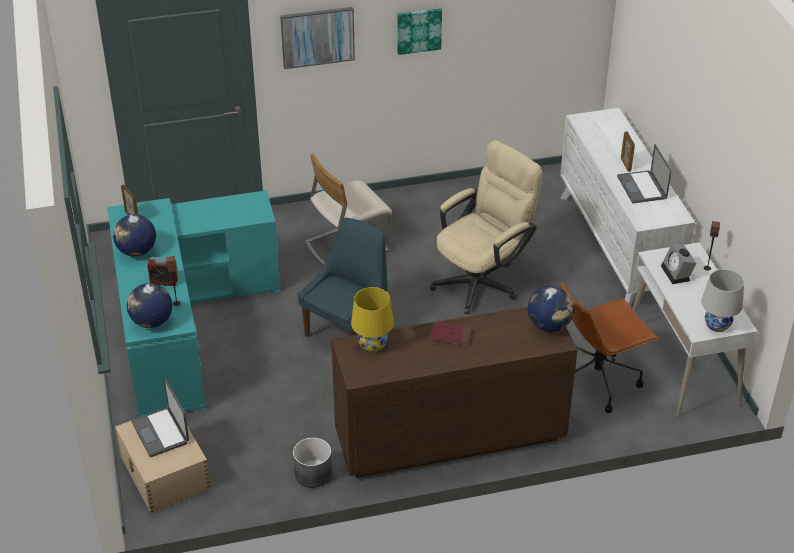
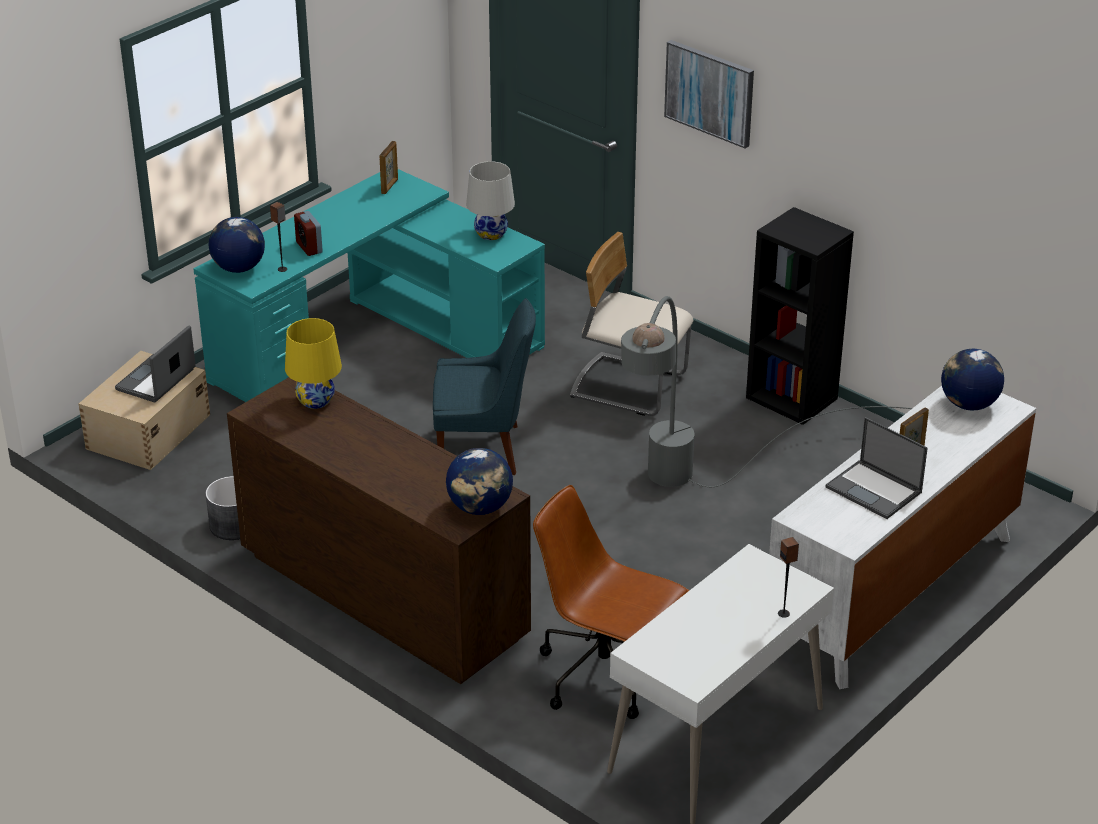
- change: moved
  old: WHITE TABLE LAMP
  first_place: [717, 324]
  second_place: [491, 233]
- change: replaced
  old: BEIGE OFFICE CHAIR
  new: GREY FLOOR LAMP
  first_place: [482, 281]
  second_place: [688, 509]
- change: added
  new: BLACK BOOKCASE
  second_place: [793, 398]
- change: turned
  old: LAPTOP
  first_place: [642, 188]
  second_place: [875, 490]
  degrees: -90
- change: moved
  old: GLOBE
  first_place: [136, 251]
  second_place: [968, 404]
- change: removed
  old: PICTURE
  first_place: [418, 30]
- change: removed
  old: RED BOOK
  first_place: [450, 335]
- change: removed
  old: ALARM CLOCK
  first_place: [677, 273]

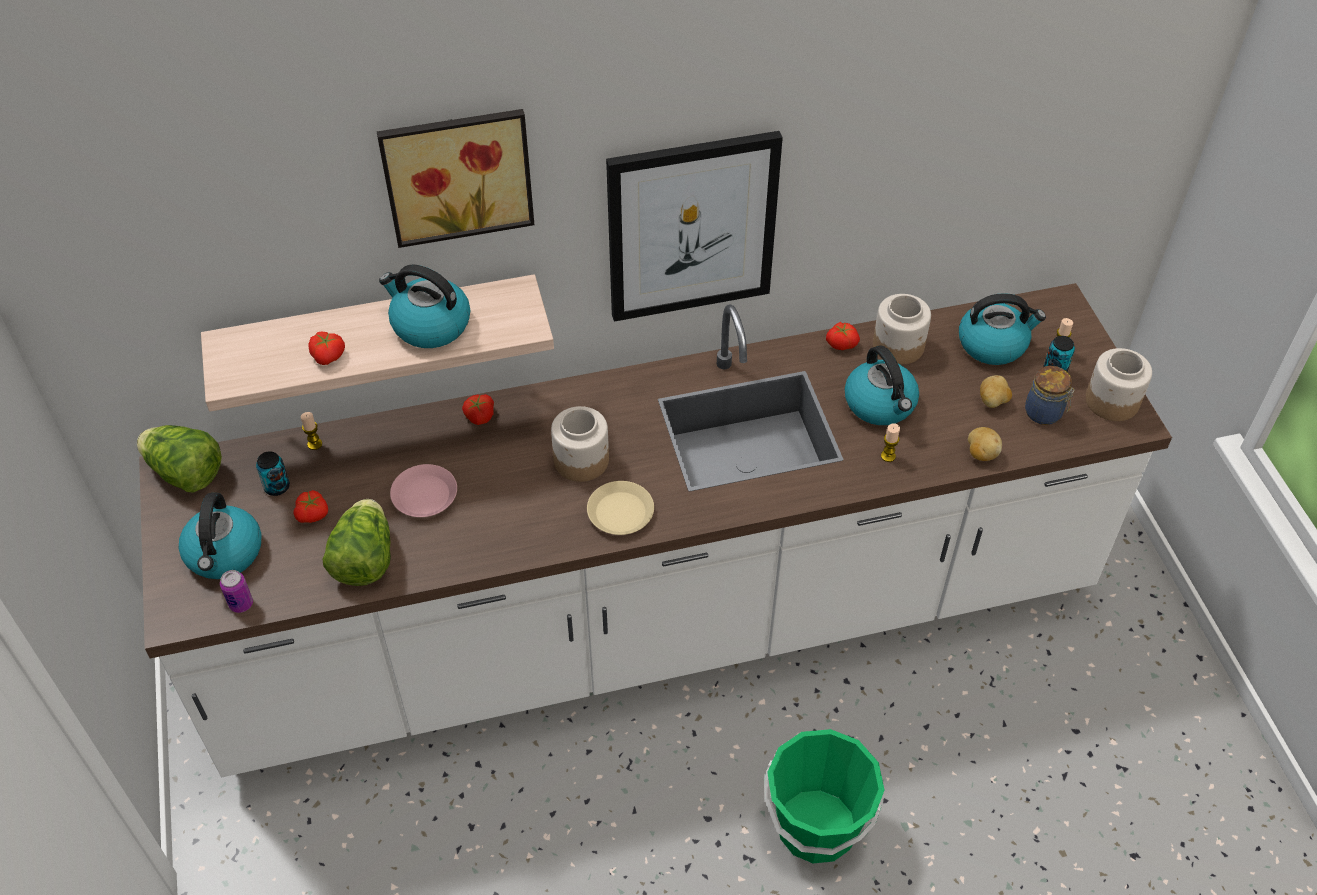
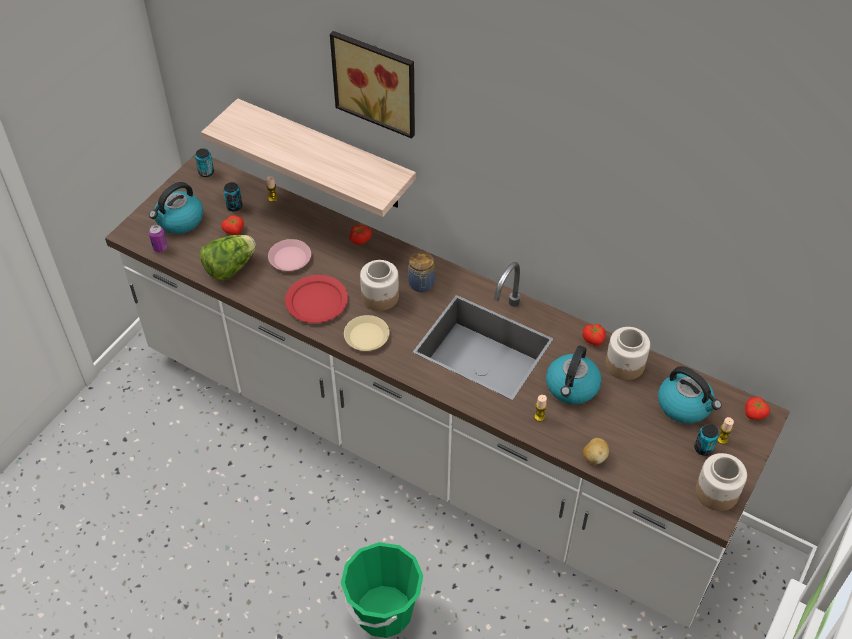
- change: replaced
  old: LETTUCE
  new: CAN
  first_place: [185, 473]
  second_place: [206, 172]
- change: added
  new: RED PLATE
  second_place: [317, 301]
- change: moved
  old: JAR
  first_place: [1044, 413]
  second_place: [421, 285]
- change: moved
  old: TOMATO
  first_place: [329, 355]
  second_place: [755, 413]
- change: removed
  old: KETTLE
  first_place: [429, 325]
- change: removed
  old: PICTURE
  first_place: [691, 226]
- change: removed
  old: POTATO
  first_place: [993, 401]

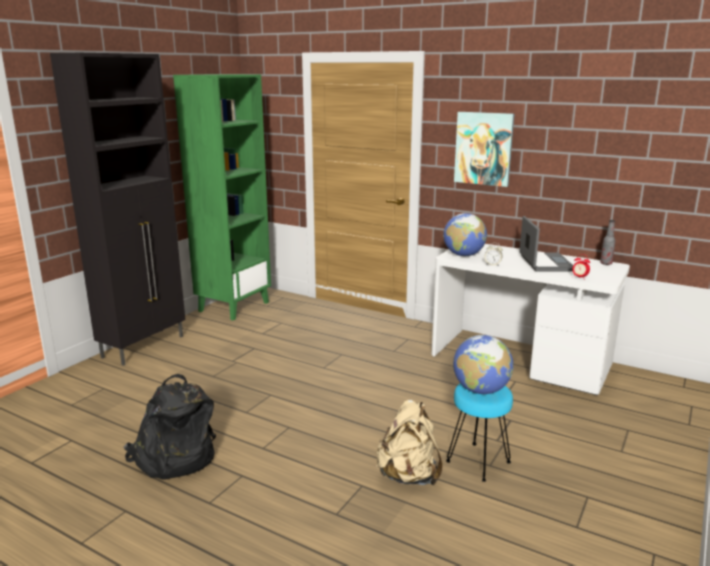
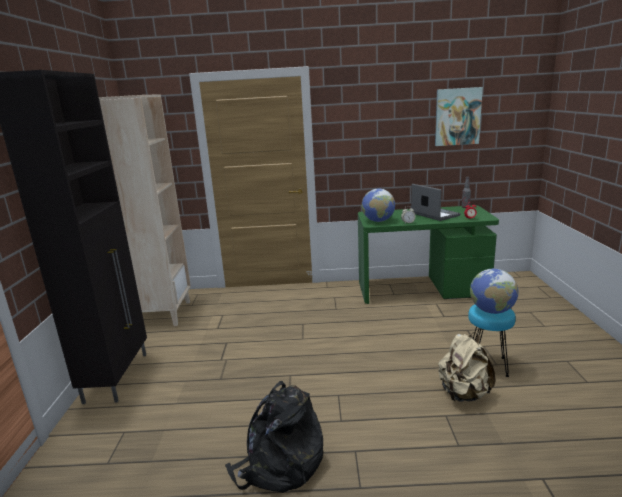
- change: recoloured
  old: GREEN BOOKCASE
  new: BEIGE BOOKCASE
  first_place: [234, 306]
  second_place: [162, 314]
- change: recoloured
  old: WHITE DESK
  new: GREEN DESK
  first_place: [521, 361]
  second_place: [422, 289]
- change: moved
  old: PICTURE
  first_place: [483, 148]
  second_place: [457, 116]

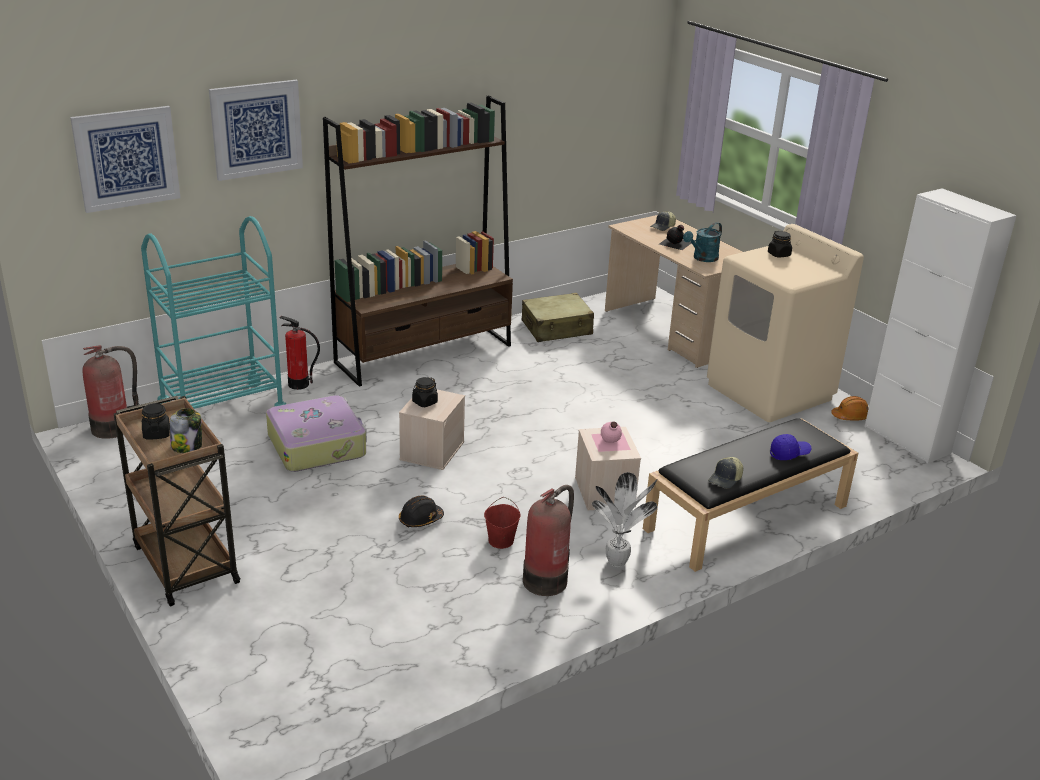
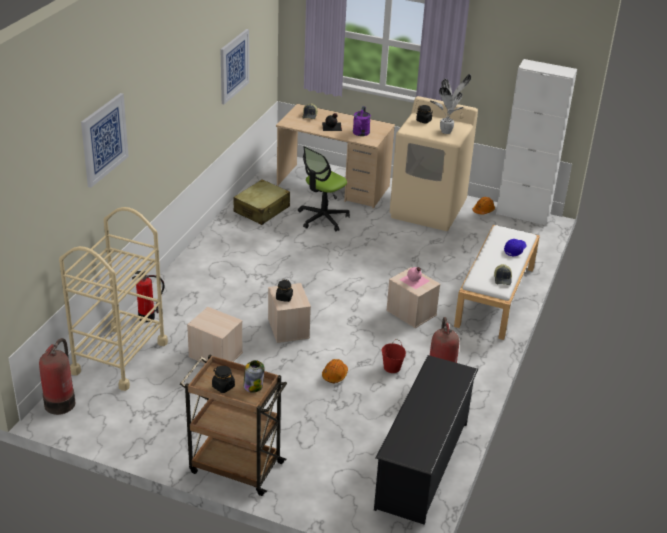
- change: recoloured
  old: TURQUOISE CART
  new: BEIGE CART
  first_place: [222, 410]
  second_place: [119, 357]
- change: replaced
  old: SUITCASE
  new: BEIGE STORAGE BOX
  first_place: [317, 445]
  second_place: [215, 355]
- change: moved
  old: PICTURE
  first_place: [126, 158]
  second_place: [234, 66]
- change: added
  new: OFFICE CHAIR
  second_place: [322, 218]
- change: recoloured
  old: BLACK HARD HAT
  new: ORANGE HARD HAT
  first_place: [420, 519]
  second_place: [335, 375]
- change: recoloured
  old: TURQUOISE WATERING CAN
  new: PURPLE WATERING CAN
  first_place: [702, 258]
  second_place: [360, 133]
- change: added
  new: BLACK SHOE RACK
  second_place: [422, 464]
- change: moved
  old: POTTED PLANT
  first_place: [618, 562]
  second_place: [447, 132]
- change: recoloured
  old: BLACK BENCH
  new: WHITE BENCH
  first_place: [746, 518]
  second_place: [495, 297]
- change: removed
  old: BROWN BOOKCASE
  first_place: [424, 354]

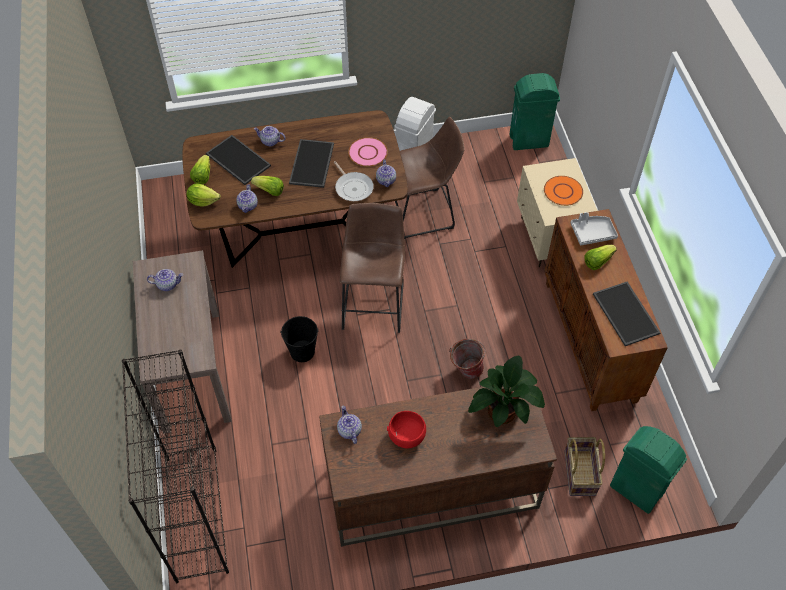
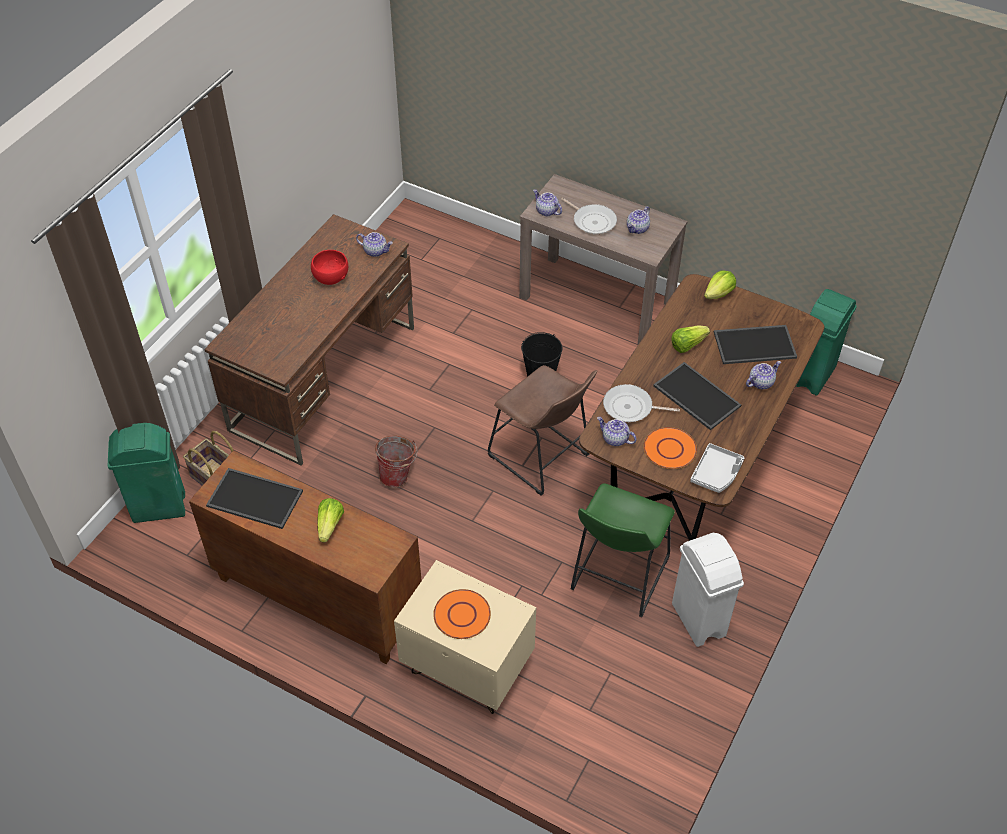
- change: moved
  old: TEAPOT
  first_place: [248, 206]
  second_place: [546, 211]
- change: added
  new: FRYING PAN
  second_place: [592, 221]
- change: recoloured
  old: BROWN STOOL
  new: GREEN STOOL
  first_place: [423, 213]
  second_place: [617, 578]
- change: recoloured
  old: PINK PLATE
  new: ORANGE PLATE
  first_place: [368, 153]
  second_place: [669, 449]
- change: moved
  old: GREY TRAY
  first_place: [592, 233]
  second_place: [716, 473]
- change: moved
  old: GREEN TRASH CAN
  first_place: [529, 141]
  second_place: [812, 376]
- change: removed
  old: BLACK BOOKCASE
  first_place: [196, 513]
- change: removed
  old: LETTUCE
  first_place: [202, 175]
- change: removed
  old: POTTED PLANT
  first_place: [504, 410]

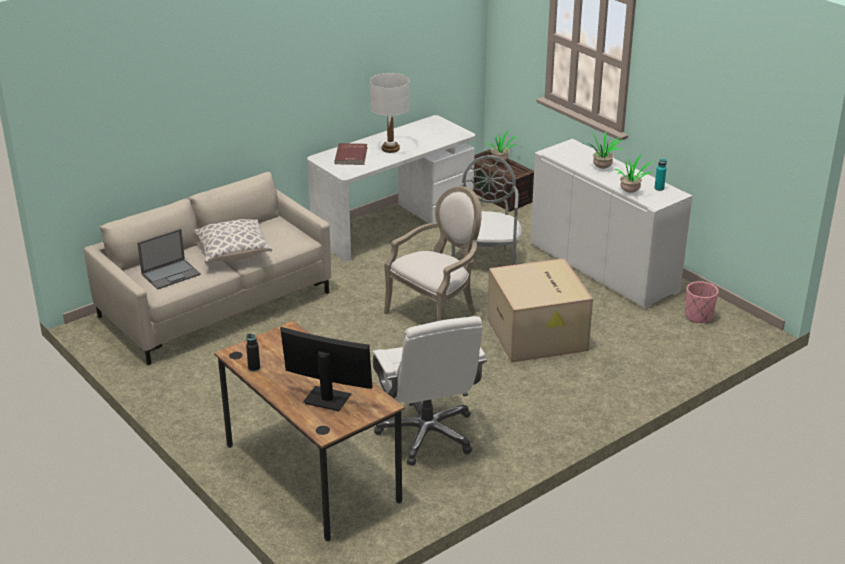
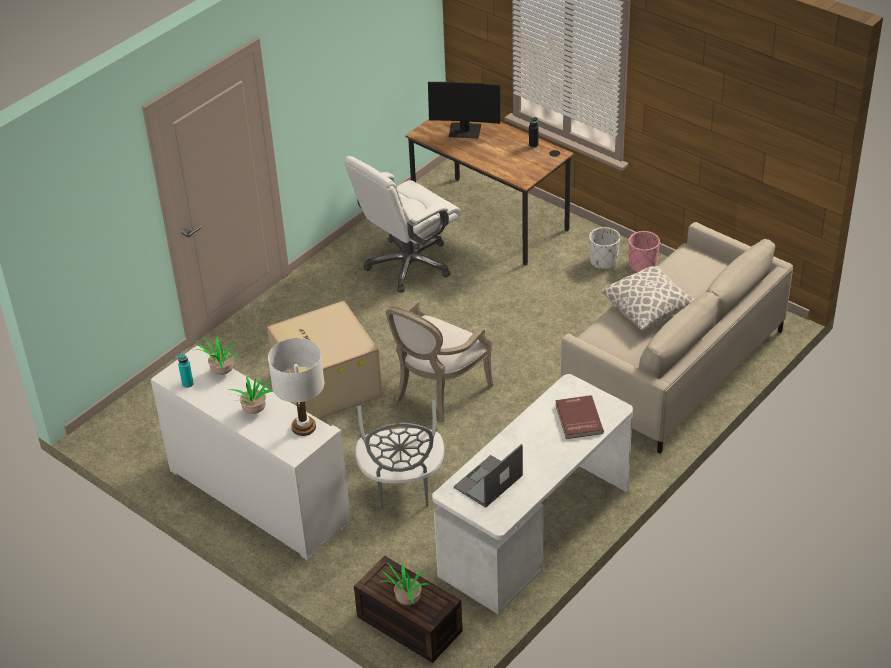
- change: moved
  old: WHITE TABLE LAMP
  first_place: [390, 148]
  second_place: [304, 427]
- change: turned
  old: WHITE OFFICE CHAIR
  first_place: [427, 434]
  second_place: [408, 265]
  degrees: -105
- change: moved
  old: LAPTOP
  first_place: [171, 274]
  second_place: [488, 482]
- change: added
  new: WHITE PLANTER
  second_place: [603, 261]
- change: moved
  old: PINK PLANTER
  first_place: [698, 316]
  second_place: [642, 265]

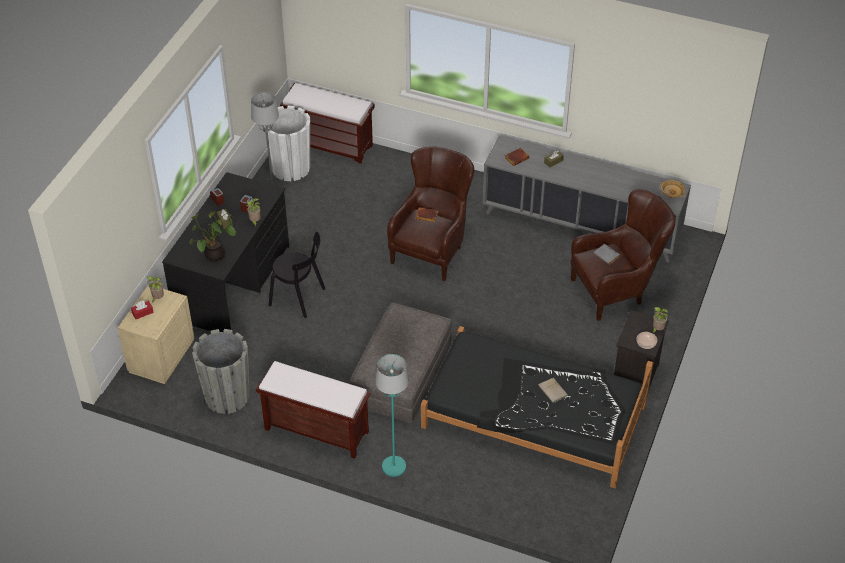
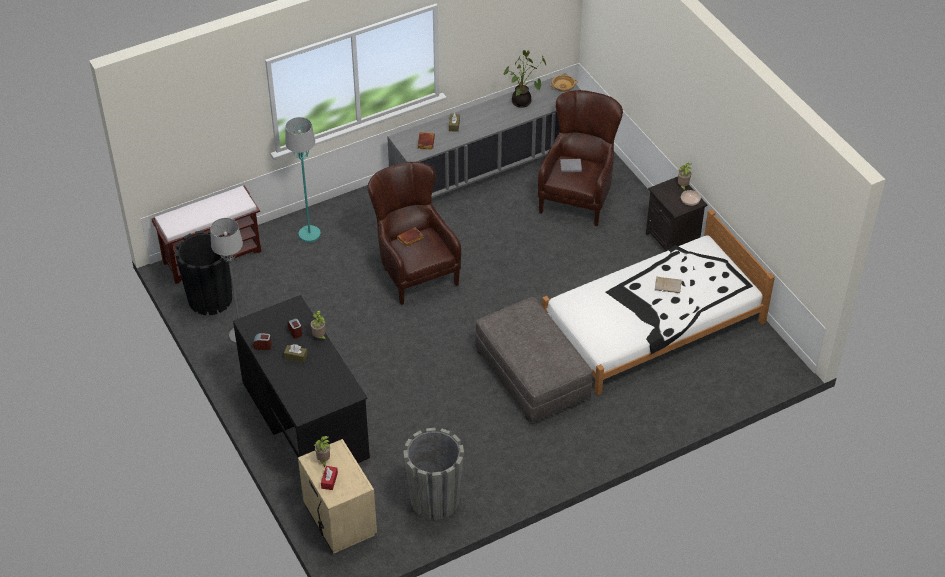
- change: recoloured
  old: WHITE PLANTER
  new: BLACK PLANTER
  first_place: [290, 168]
  second_place: [210, 299]
- change: moved
  old: TURQUOISE FLOOR LAMP
  first_place: [394, 466]
  second_place: [309, 234]
- change: moved
  old: POTTED PLANT
  first_place: [215, 258]
  second_place: [523, 102]
- change: recoloured
  old: BLACK BED
  new: WHITE BED
  first_place: [534, 416]
  second_place: [653, 322]
- change: removed
  old: BROWN BENCH
  first_place: [315, 430]
- change: removed
  old: BLACK CHAIR
  first_place: [299, 298]

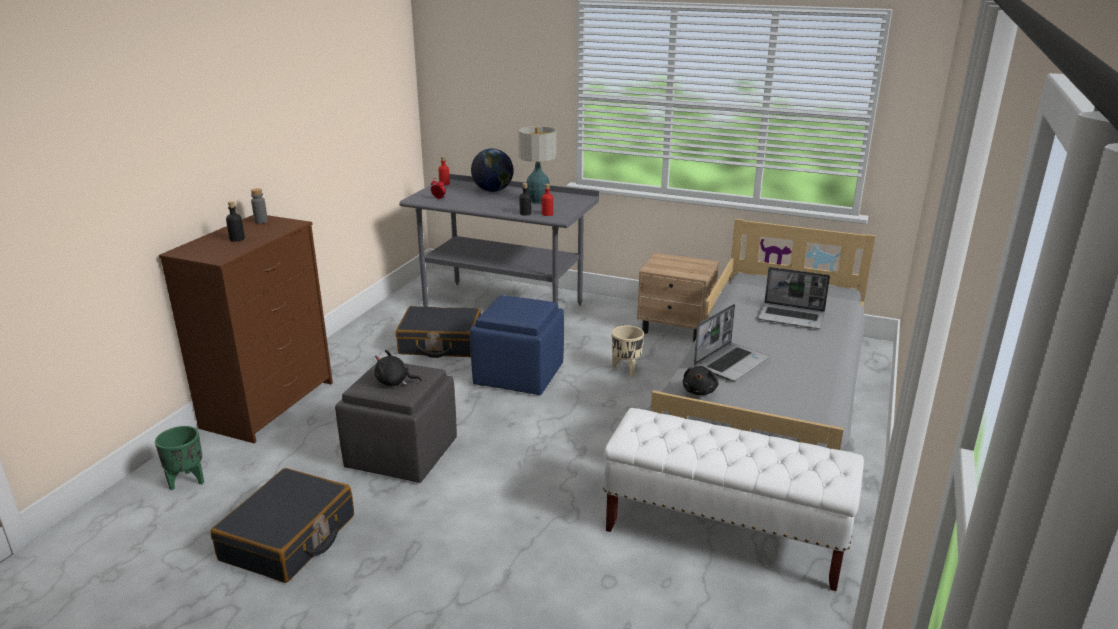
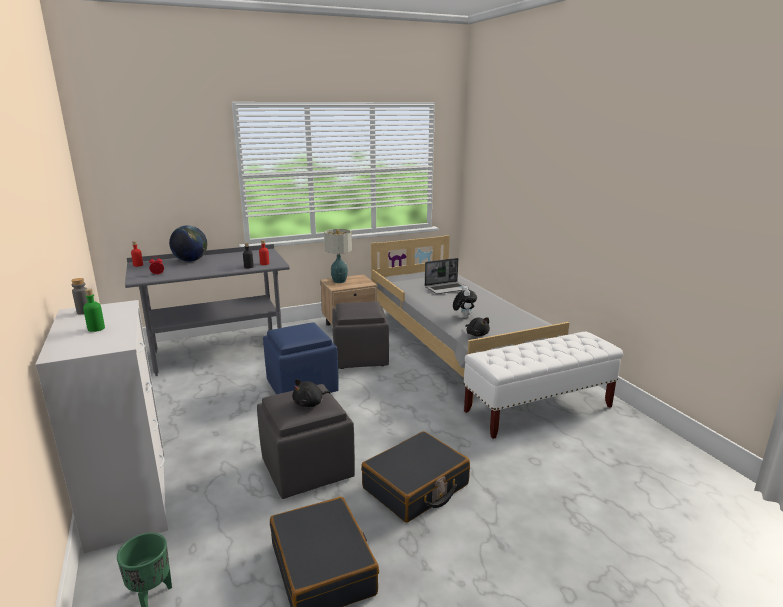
- change: recoloured
  old: BROWN DRESSER
  new: WHITE DRESSER
  first_place: [269, 404]
  second_place: [128, 497]
- change: recoloured
  old: BLACK BOTTLE
  new: GREEN BOTTLE
  first_place: [237, 239]
  second_place: [96, 328]
- change: moved
  old: TABLE LAMP
  first_place: [537, 201]
  second_place: [339, 281]
- change: replaced
  old: BEIGE PLANTER
  new: GREY OTTOMAN
  first_place: [626, 370]
  second_place: [361, 357]
- change: moved
  old: BLACK SUITCASE
  first_place: [440, 343]
  second_place: [416, 487]
- change: replaced
  old: LAPTOP
  new: PLUSH TOY
  first_place: [731, 363]
  second_place: [463, 317]

